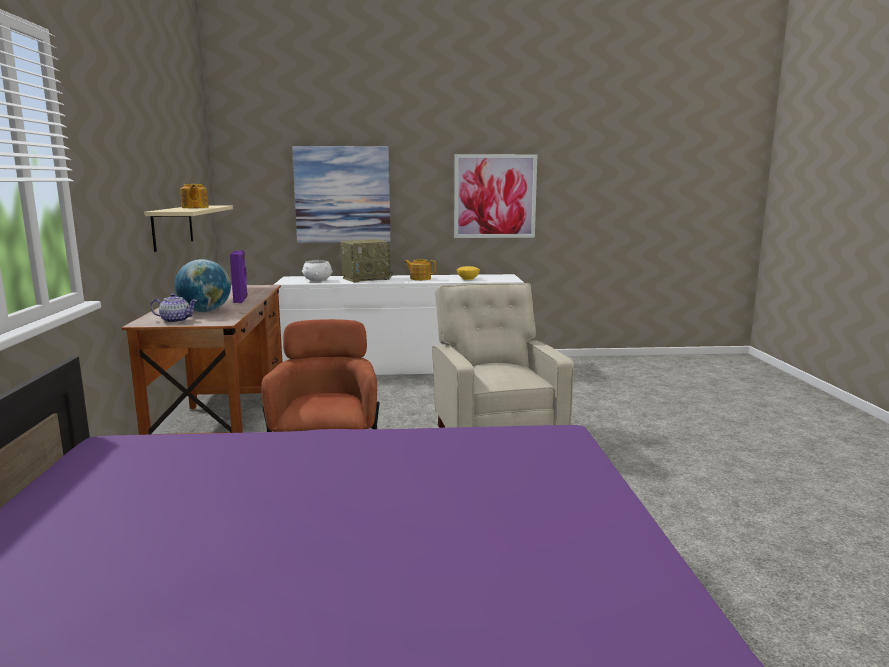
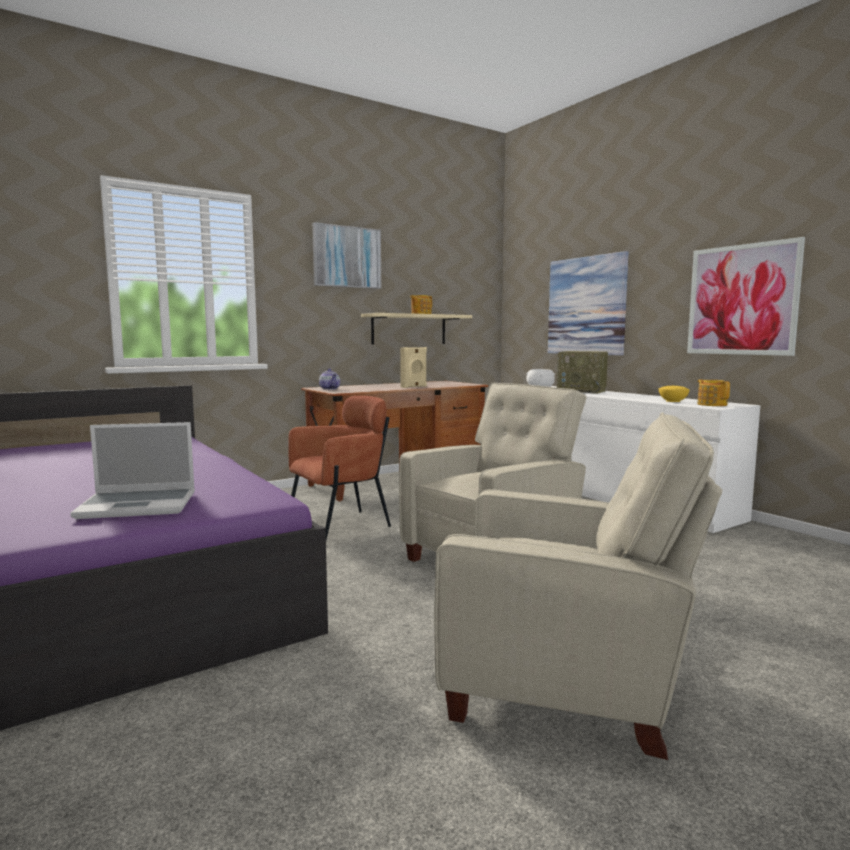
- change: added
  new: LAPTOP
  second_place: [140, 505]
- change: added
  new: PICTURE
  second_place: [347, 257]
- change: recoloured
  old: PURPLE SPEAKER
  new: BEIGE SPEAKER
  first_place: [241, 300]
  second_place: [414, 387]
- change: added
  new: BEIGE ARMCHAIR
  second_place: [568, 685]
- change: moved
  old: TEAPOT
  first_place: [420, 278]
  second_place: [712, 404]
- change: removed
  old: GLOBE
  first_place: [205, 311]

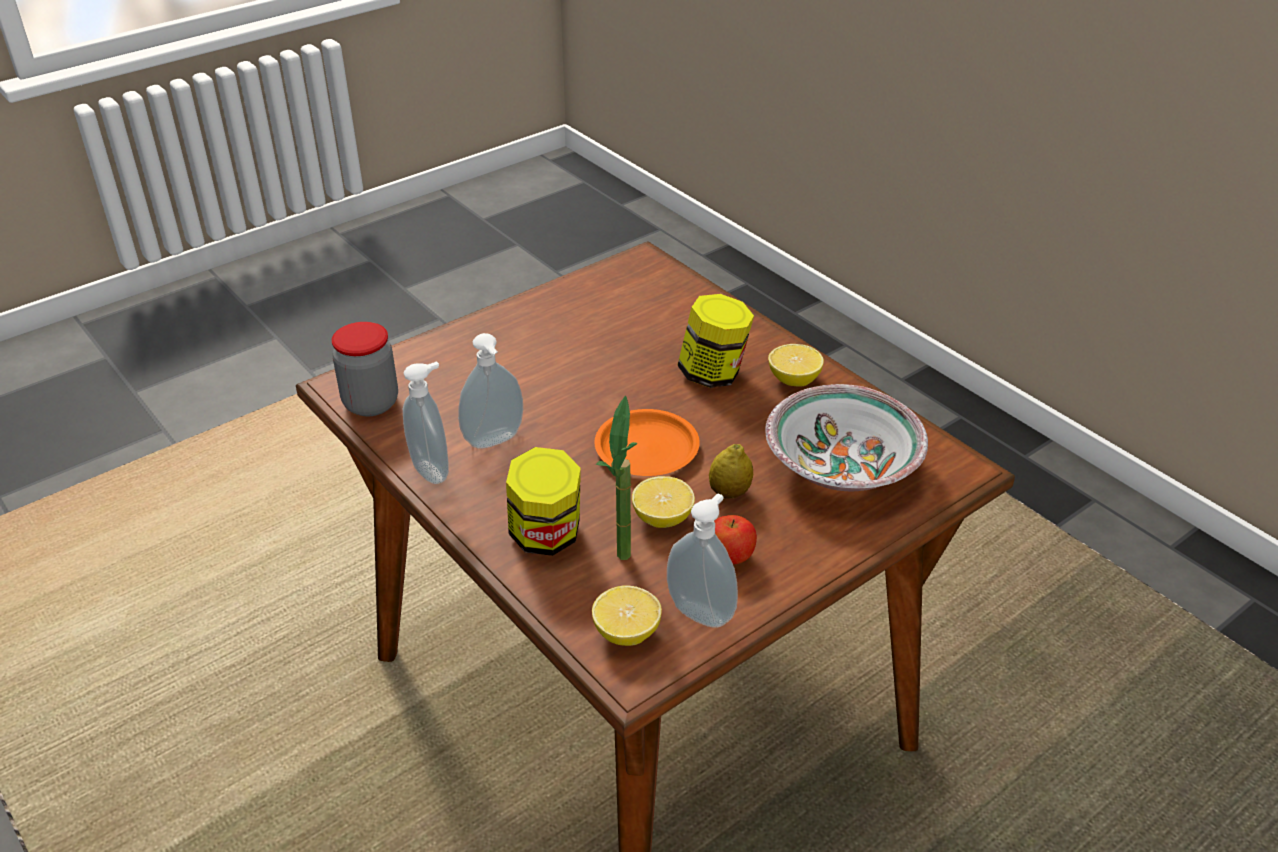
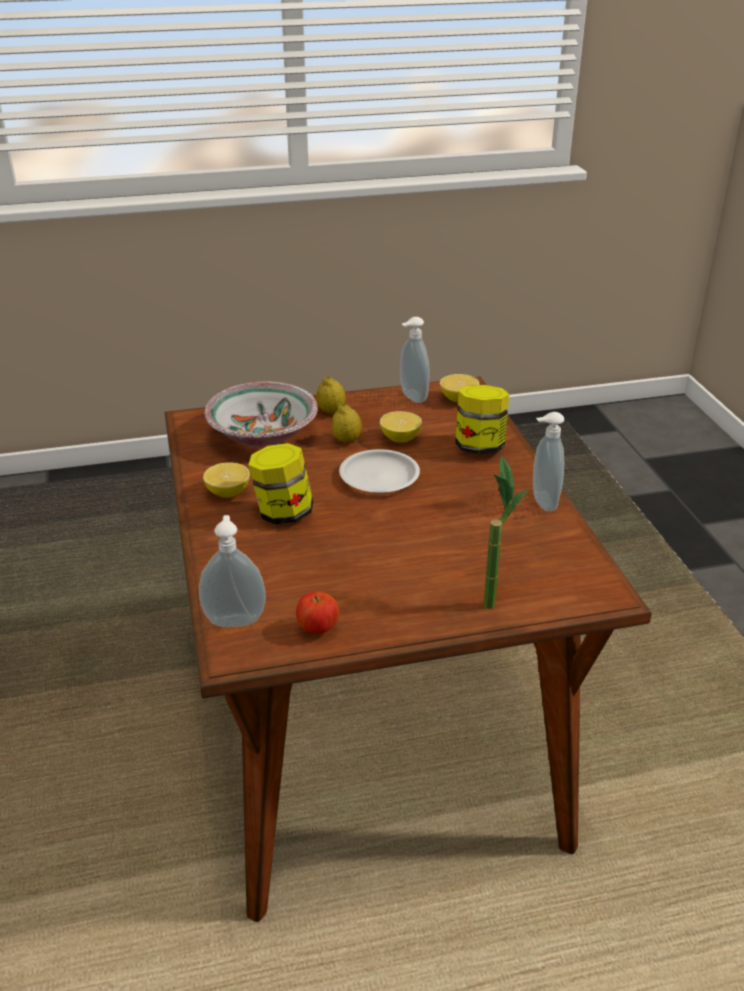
- change: moved
  old: SOAP DISPENSER
  first_place: [495, 441]
  second_place: [235, 619]
- change: moved
  old: APPLE
  first_place: [730, 557]
  second_place: [318, 629]
- change: added
  new: LEMON
  second_place: [331, 412]
- change: recoloured
  old: ORANGE PLATE
  new: WHITE PLATE
  first_place: [646, 449]
  second_place: [380, 477]
- change: moved
  old: POTTED PLANT
  first_place: [624, 565]
  second_place: [492, 597]
- change: removed
  old: JAR
  first_place: [371, 403]

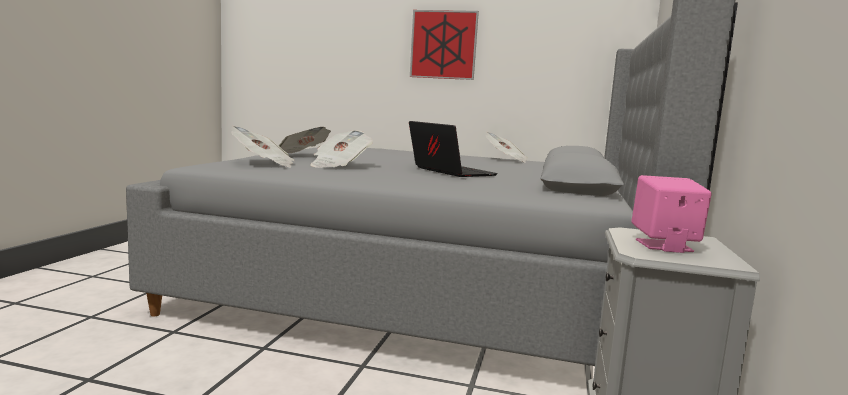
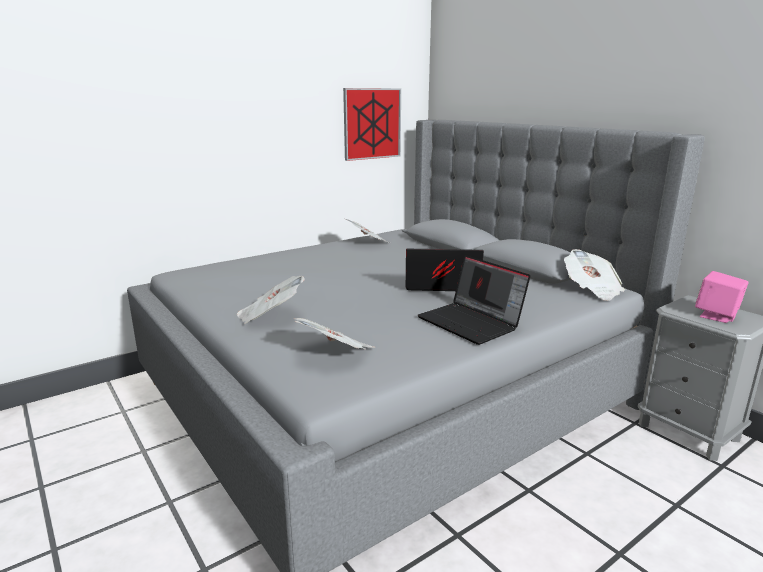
- change: moved
  old: PICTURE
  first_place: [443, 45]
  second_place: [372, 124]
- change: added
  new: LAPTOP
  second_place: [472, 323]
- change: moved
  old: NEWSPAPER
  first_place: [339, 165]
  second_place: [592, 290]

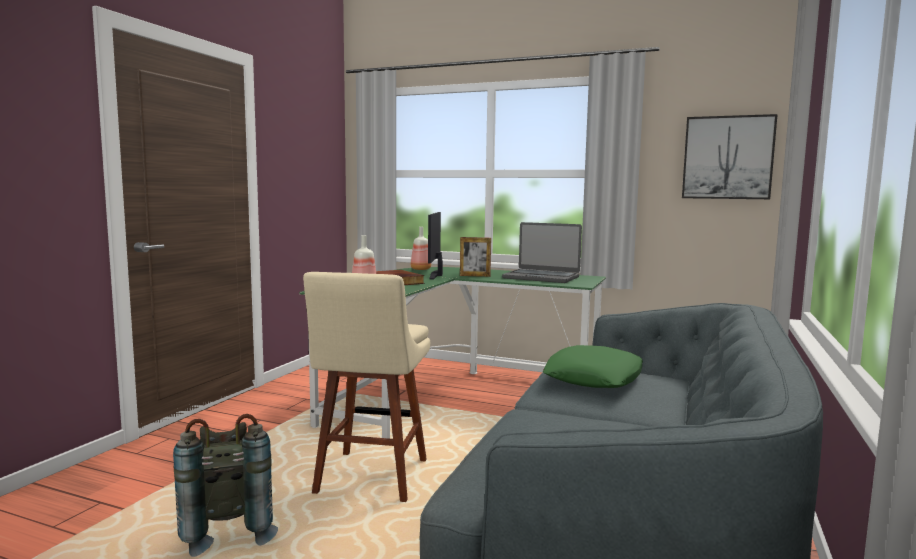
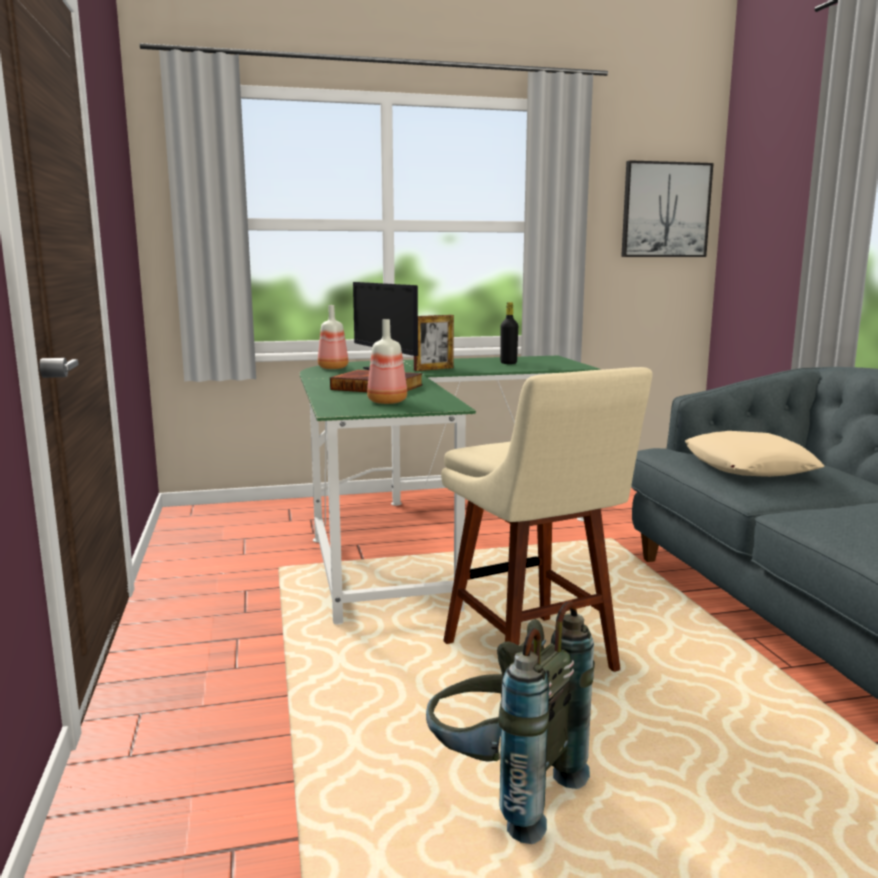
- change: replaced
  old: LAPTOP
  new: BLACK BOTTLE
  first_place: [541, 277]
  second_place: [508, 363]
- change: recoloured
  old: GREEN PILLOW
  new: BEIGE PILLOW
  first_place: [594, 377]
  second_place: [748, 466]

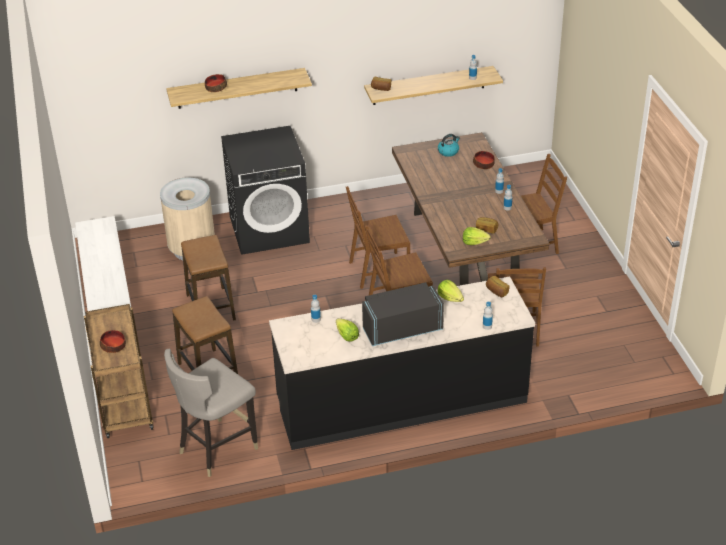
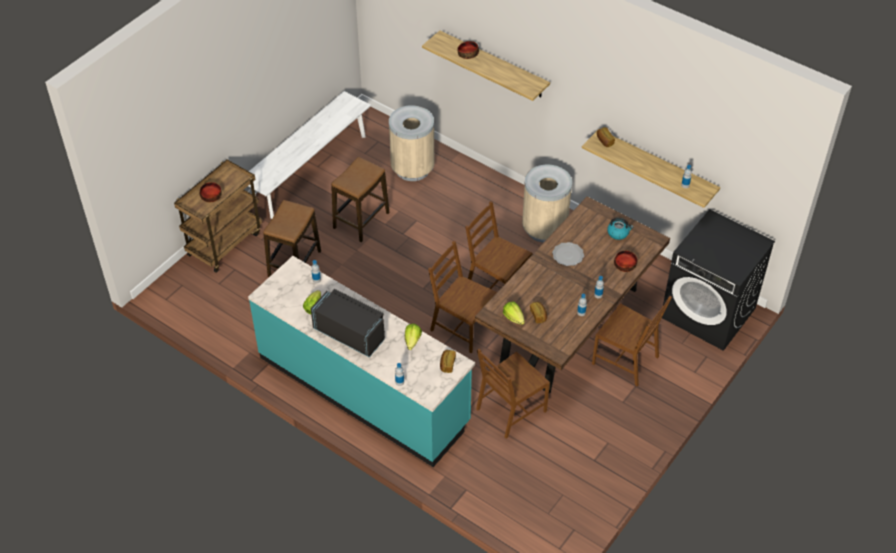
- change: recoloured
  old: BLACK COUNTER
  new: TURQUOISE COUNTER
  first_place: [401, 401]
  second_place: [364, 389]
- change: added
  new: BEIGE TRASH CAN
  second_place: [544, 229]
- change: added
  new: PLATE
  second_place: [568, 255]
- change: moved
  old: BLACK WASHING MACHINE
  first_place: [269, 229]
  second_place: [709, 313]
- change: removed
  old: GREY STOOL
  first_place: [216, 449]

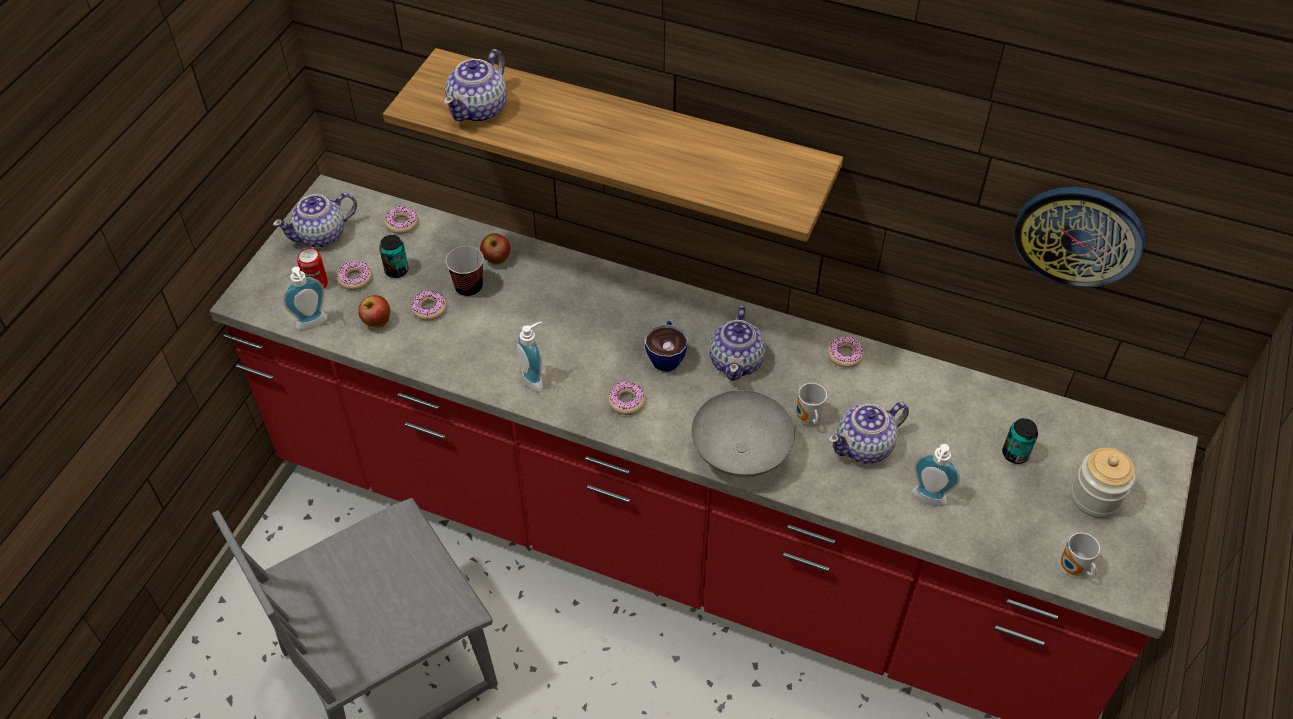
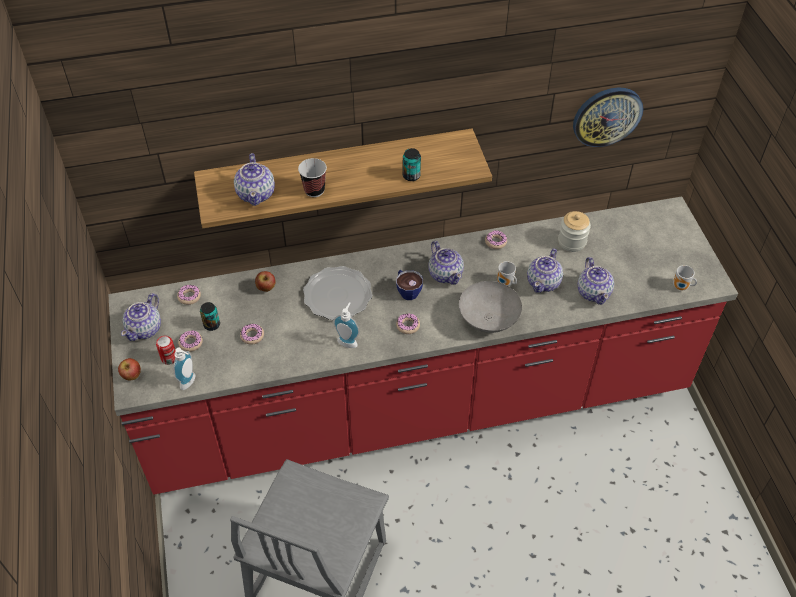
- change: moved
  old: APPLE
  first_place: [377, 322]
  second_place: [132, 376]
- change: moved
  old: CUP
  first_place: [469, 288]
  second_place: [314, 190]
- change: added
  new: PLATE
  second_place: [337, 295]
- change: moved
  old: CAN
  first_place: [1015, 454]
  second_place: [411, 176]
- change: moved
  old: JAR
  first_place: [1095, 497]
  second_place: [572, 242]
- change: replaced
  old: SOAP DISPENSER
  new: TEAPOT
  first_place: [927, 500]
  second_place: [593, 292]

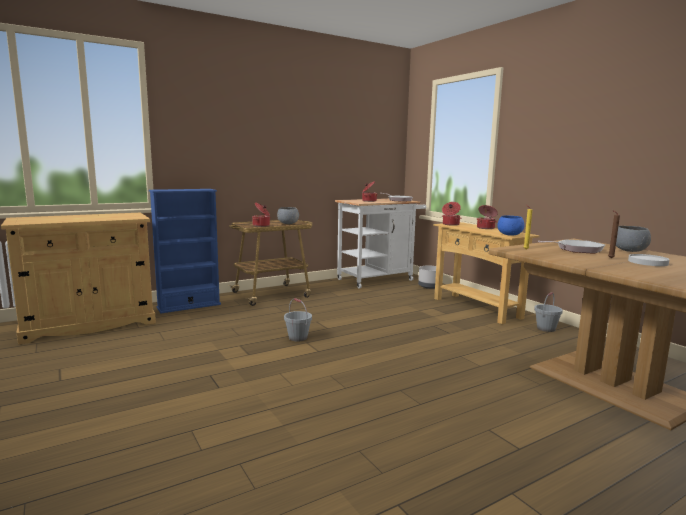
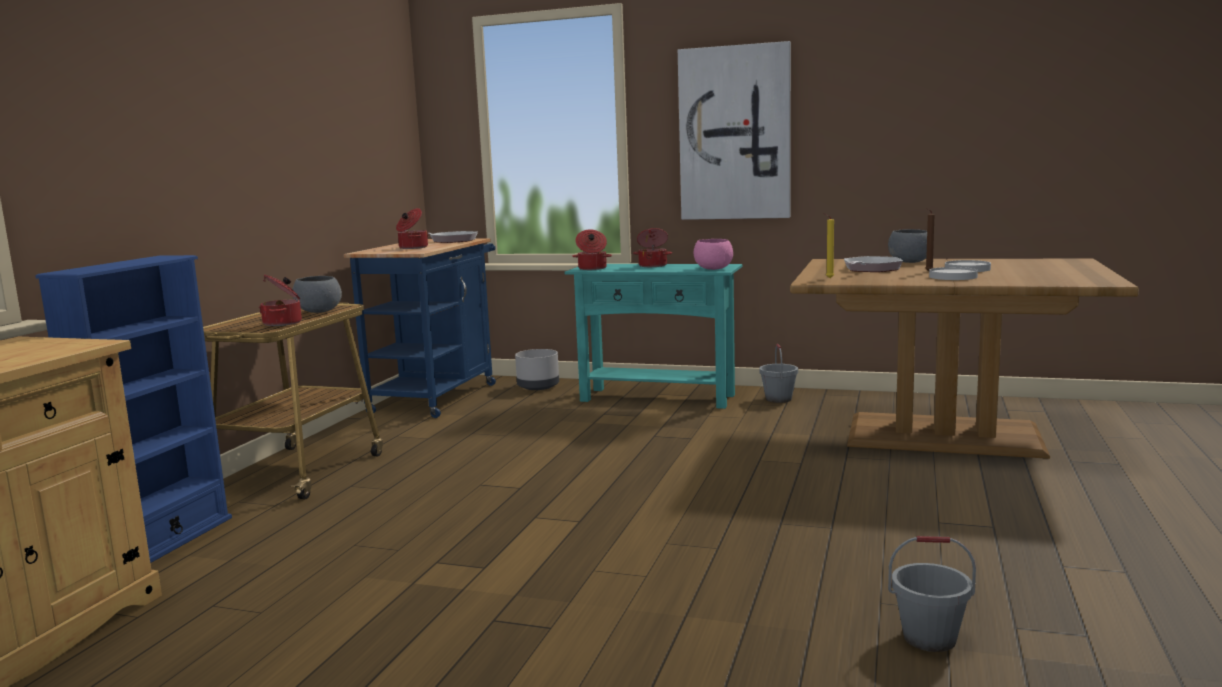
- change: recoloured
  old: WHITE CART
  new: BLUE CART
  first_place: [379, 279]
  second_place: [437, 396]
- change: recoloured
  old: BEIGE CONSOLE TABLE
  new: TURQUOISE CONSOLE TABLE
  first_place: [476, 308]
  second_place: [657, 398]
- change: added
  new: PICTURE
  second_place: [734, 133]
- change: recoloured
  old: BLUE BOWL
  new: PINK BOWL
  first_place: [509, 234]
  second_place: [713, 269]
- change: moved
  old: GREY BUCKET
  first_place: [298, 338]
  second_place: [929, 638]
- change: added
  new: WHITE PLATE
  second_place: [952, 277]

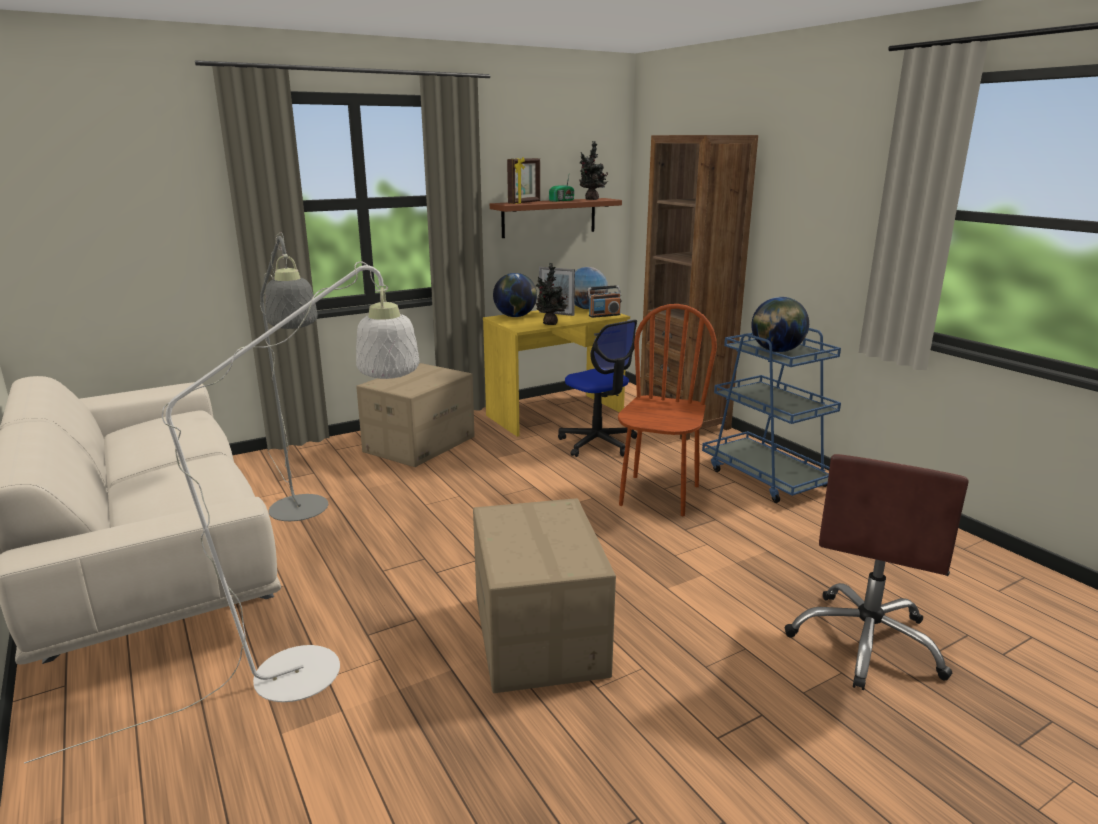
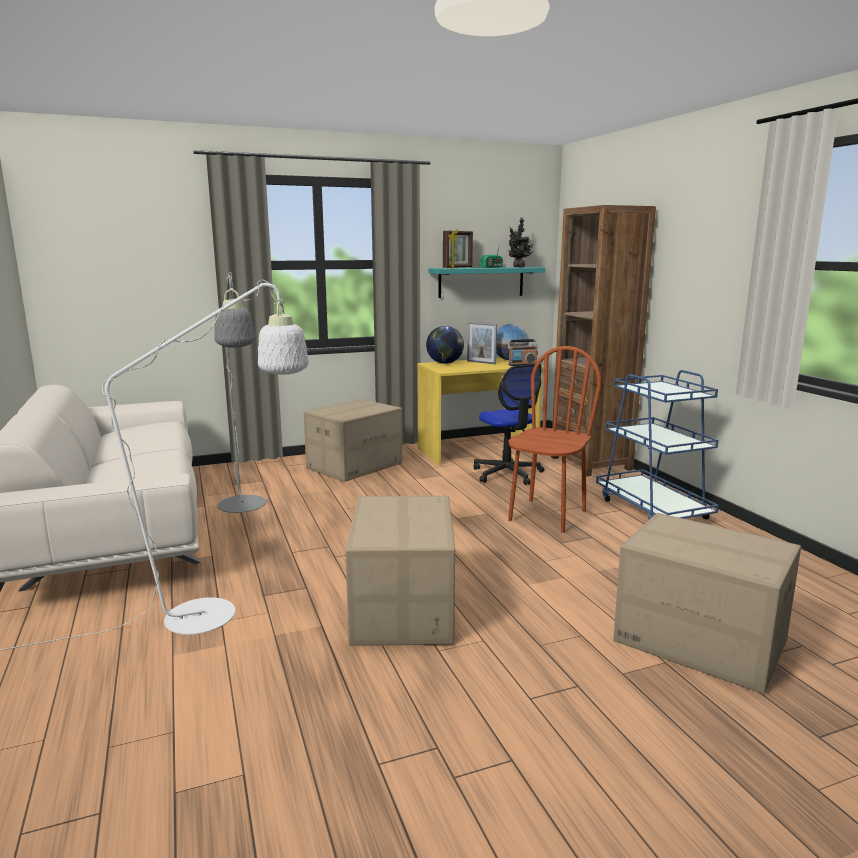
- change: recoloured
  old: BROWN SHELF
  new: TURQUOISE SHELF
  first_place: [549, 217]
  second_place: [481, 282]
- change: replaced
  old: BROWN OFFICE CHAIR
  new: CARDBOARD BOX
  first_place: [866, 642]
  second_place: [698, 642]
- change: removed
  old: POTTED PLANT
  first_place: [550, 324]
- change: removed
  old: GLOBE
  first_place: [776, 351]

